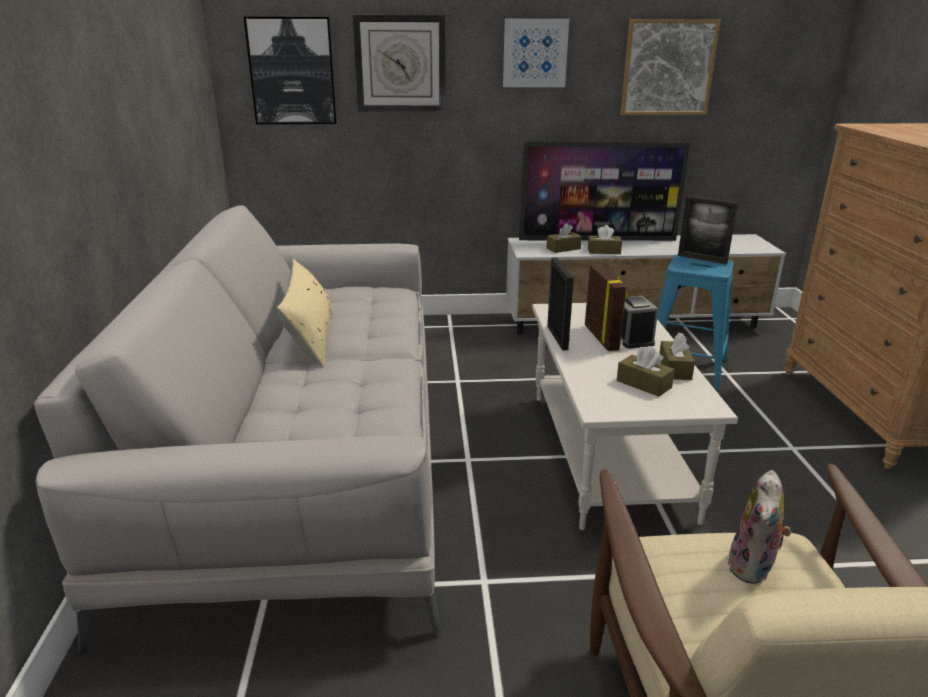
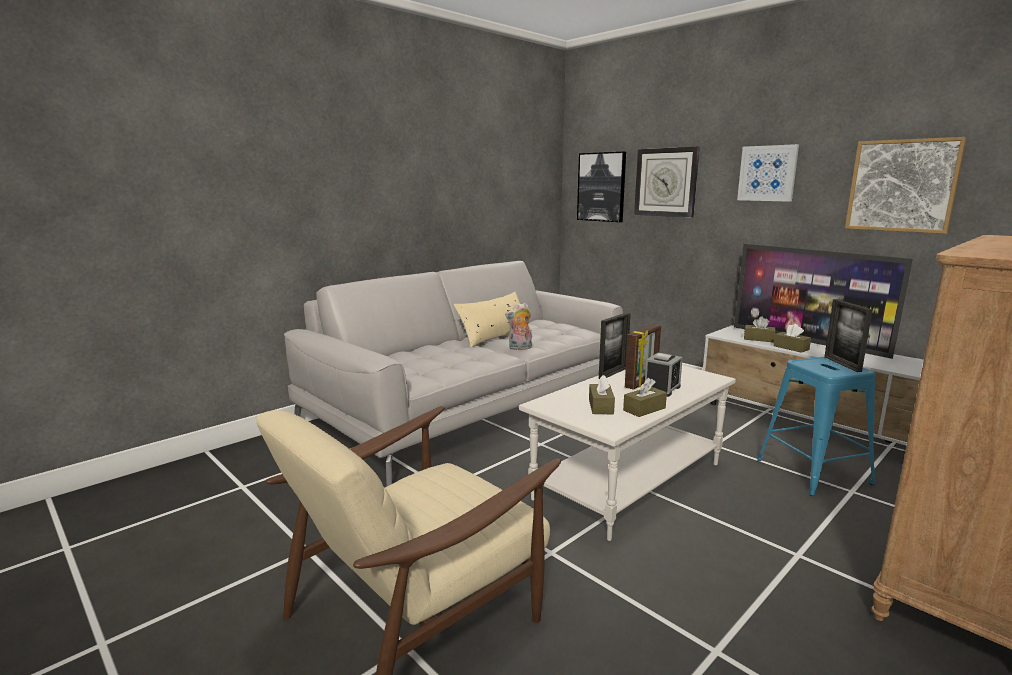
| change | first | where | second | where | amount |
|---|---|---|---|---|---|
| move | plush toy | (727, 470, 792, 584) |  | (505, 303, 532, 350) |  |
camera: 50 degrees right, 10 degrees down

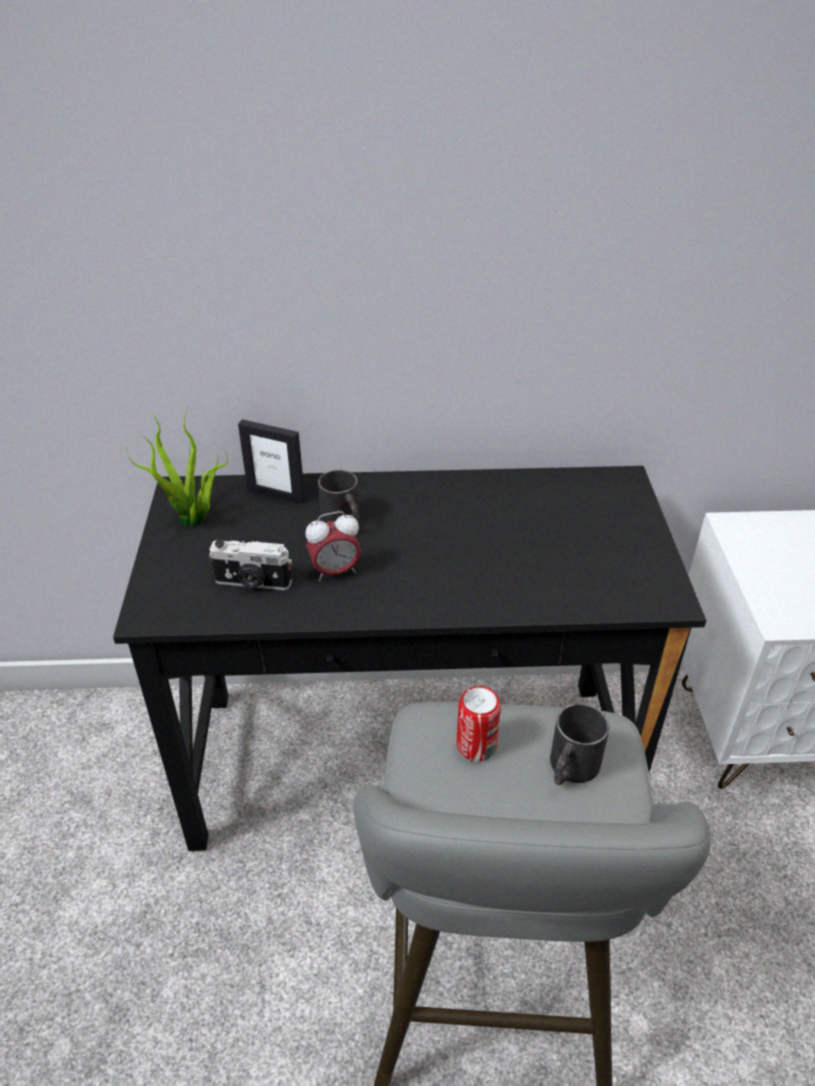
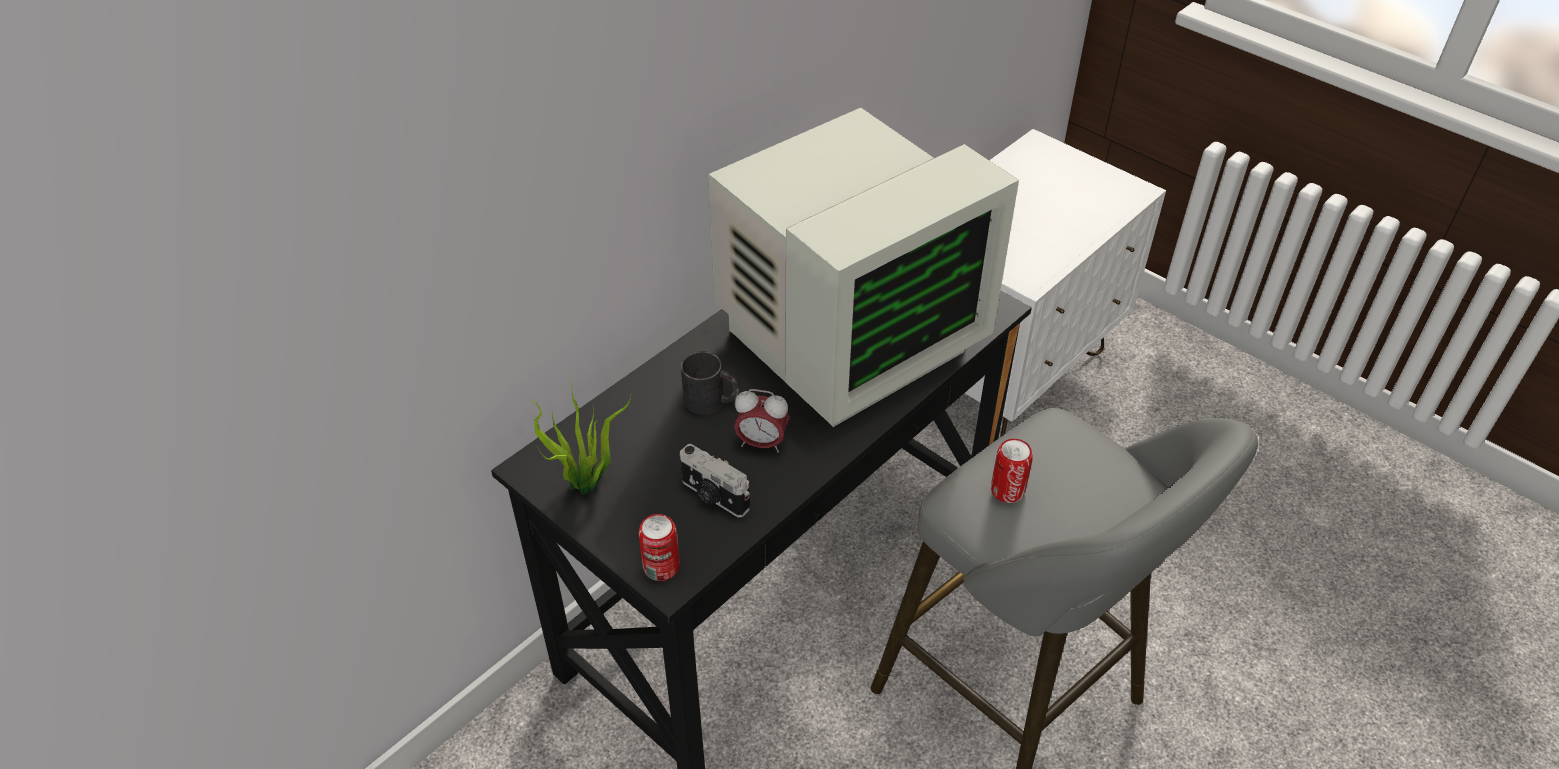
| change | first | where | second | where | amount |
|---|---|---|---|---|---|
| insert |  |  | metal can | (638, 514, 680, 581) |  |
| rotate | still camera | (209, 540, 292, 590) |  | (680, 444, 750, 517) | 75 degrees clockwise |
| insert |  |  | computer display | (708, 108, 1019, 427) |  |
| rotate | alarm clock | (305, 511, 361, 581) |  | (734, 389, 789, 453) | 75 degrees clockwise |
| delete | photo frame | (238, 419, 305, 504) |  |  |  |
| delete | blackish coffee mug | (550, 703, 609, 785) |  |  |  |
camera: 45 degrees left, 5 degrees up

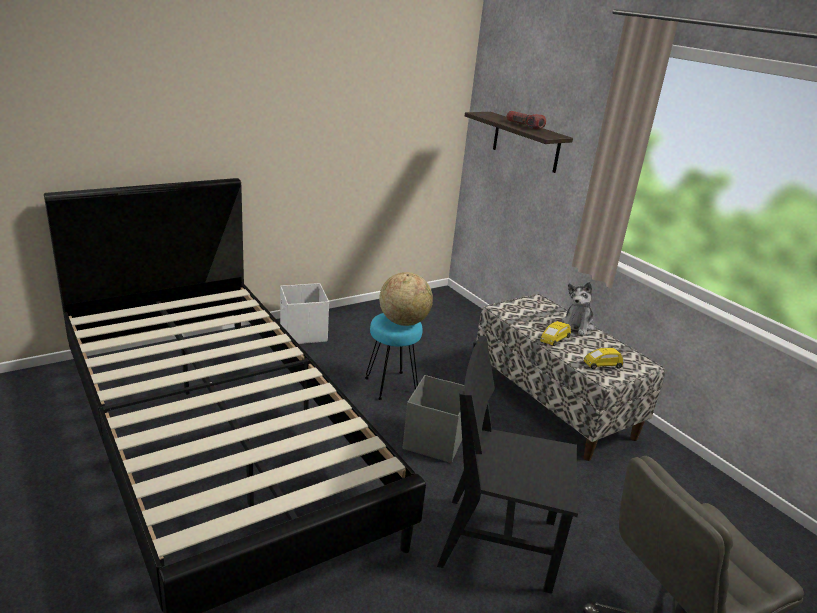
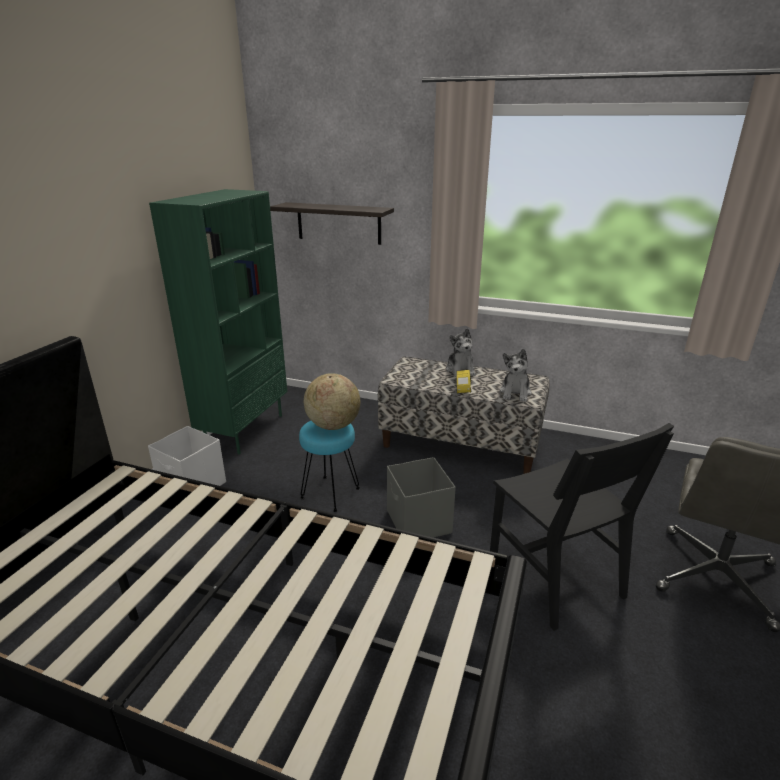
| change | first | where | second | where | amount |
|---|---|---|---|---|---|
| insert |  |  | greenish bookshelf | (149, 189, 287, 454) |  |
| rotate | blackish upright chair | (437, 336, 578, 594) |  | (490, 423, 674, 631) | 90 degrees counterclockwise |
| replace | yellow model car | (584, 348, 623, 369) | plush toy | (500, 349, 532, 402) |  |
| delete | torch | (506, 111, 546, 129) |  |  |  |
camera: 35 degrees left, 0 degrees up

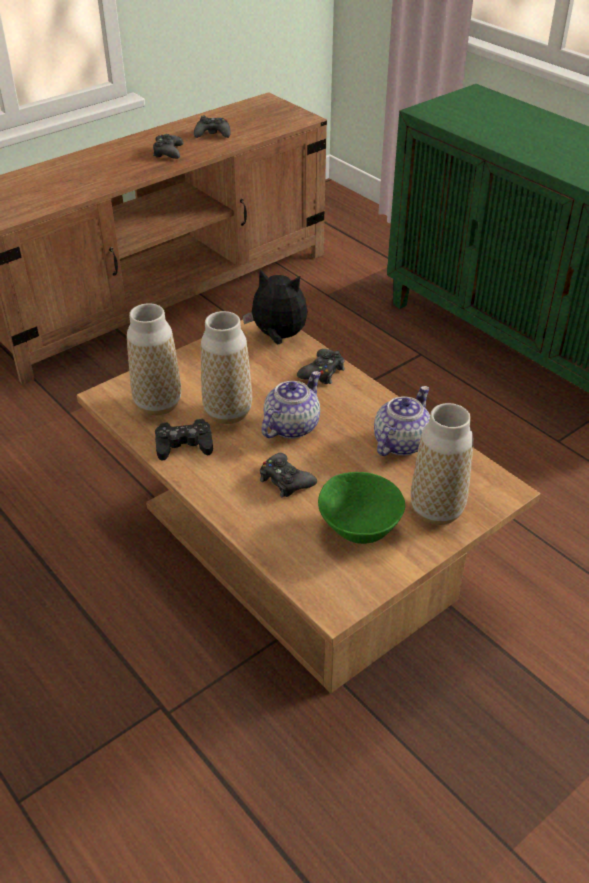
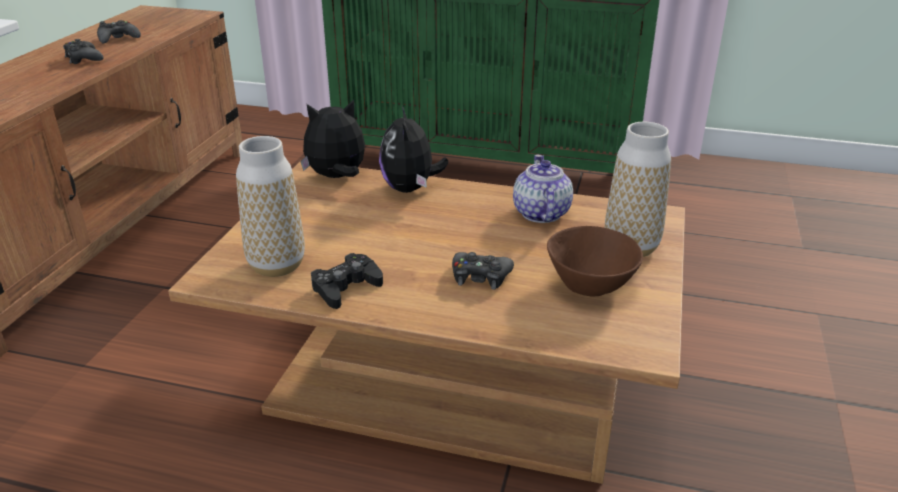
| change | first | where | second | where | amount |
|---|---|---|---|---|---|
| replace | blackish joypad | (297, 349, 345, 384) | plush toy | (379, 106, 448, 193) |  |
| recolor | greenish bowl | (318, 472, 405, 544) | brown bowl | (547, 226, 643, 297) |  |
| delete | vase | (201, 311, 252, 424) |  |  |  |
| delete | tea pot | (262, 371, 321, 439) |  |  |  |
camera: 35 degrees left, 10 degrees down

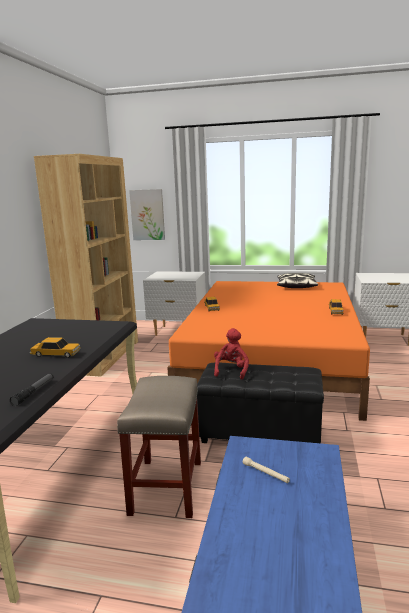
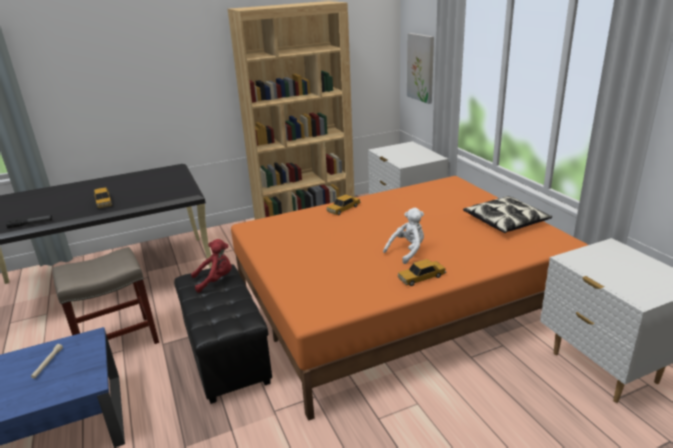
| change | first | where | second | where | amount |
|---|---|---|---|---|---|
| insert |  |  | white plush toy | (383, 208, 424, 264) |  |
camera: 55 degrees right, 10 degrees up

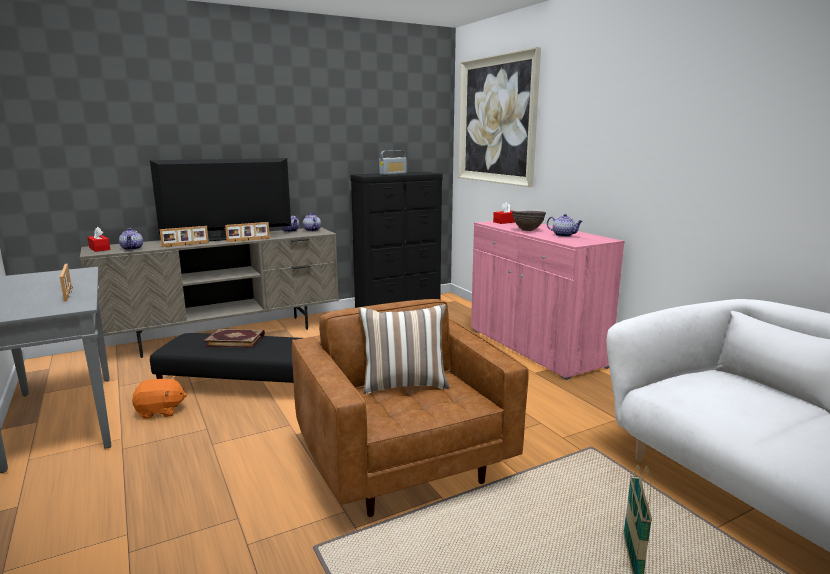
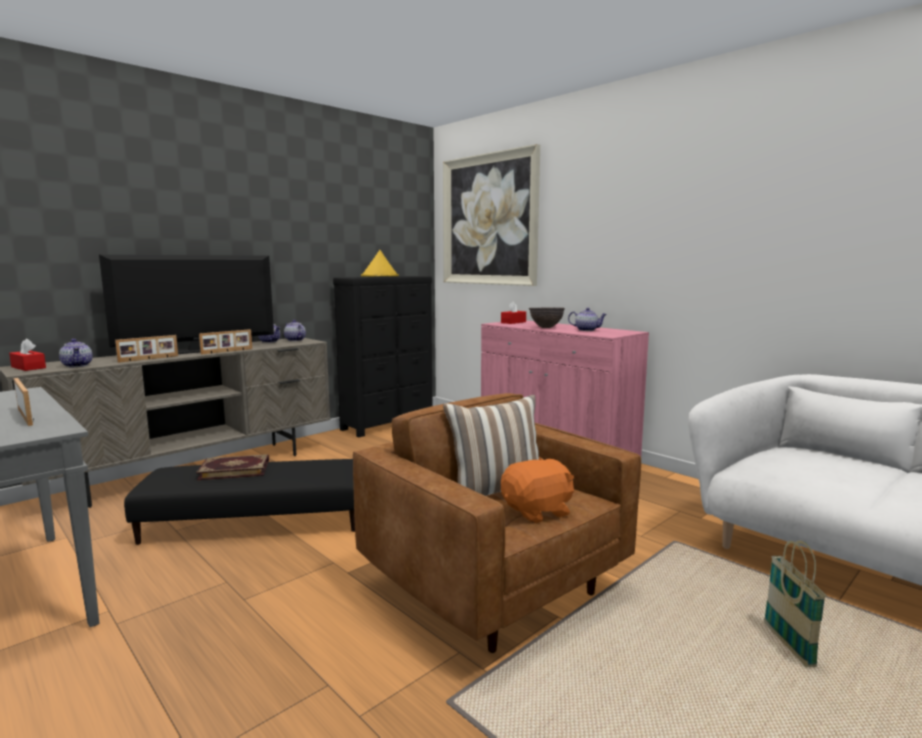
| change | first | where | second | where | amount |
|---|---|---|---|---|---|
| replace | radio | (379, 150, 407, 175) | yellow wearable hat | (361, 250, 399, 277) |  |
| move | orange plush toy | (132, 376, 187, 419) |  | (501, 457, 574, 523) |  |
camera: 15 degrees left, 5 degrees down

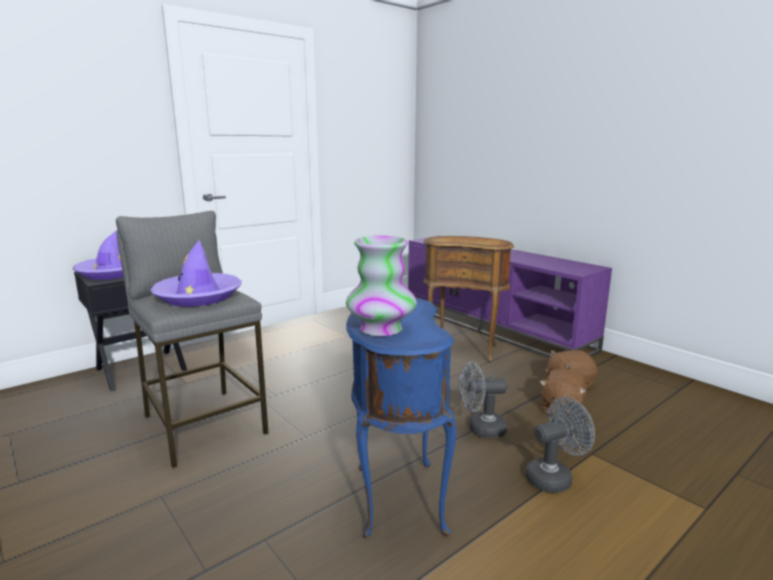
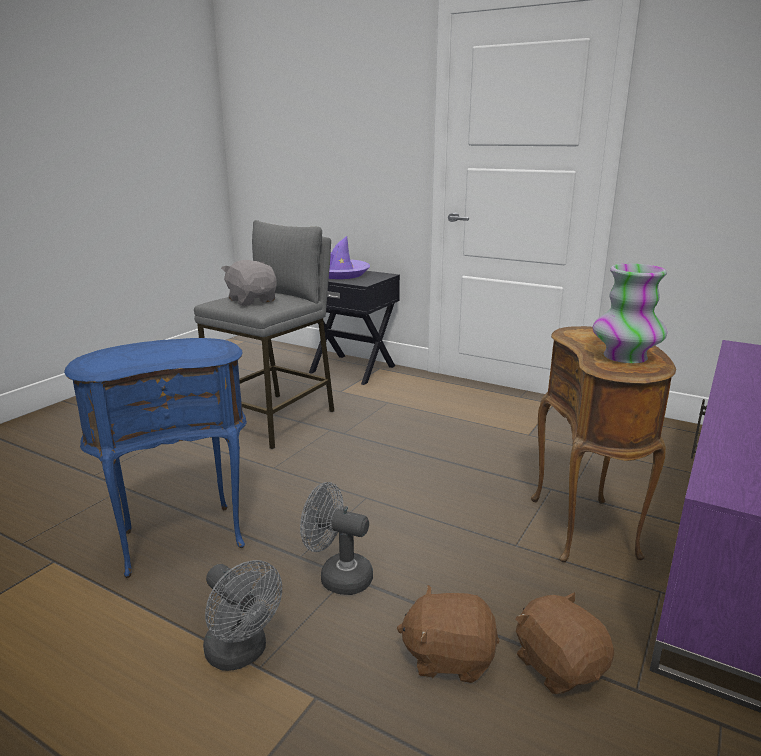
| change | first | where | second | where | amount |
|---|---|---|---|---|---|
| replace | purplish wearable hat | (150, 240, 242, 306) | grey plush toy | (221, 260, 277, 306) |  |
| rotate | grey fan | (459, 362, 508, 438) |  | (300, 482, 373, 595) | 45 degrees counterclockwise |
| move | vase | (346, 236, 417, 336) |  | (593, 264, 667, 363) |  |
camera: 70 degrees right, 5 degrees up

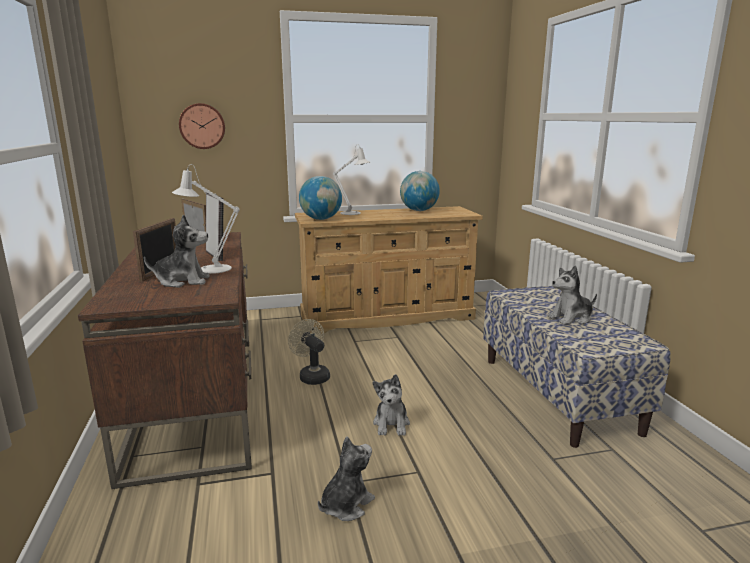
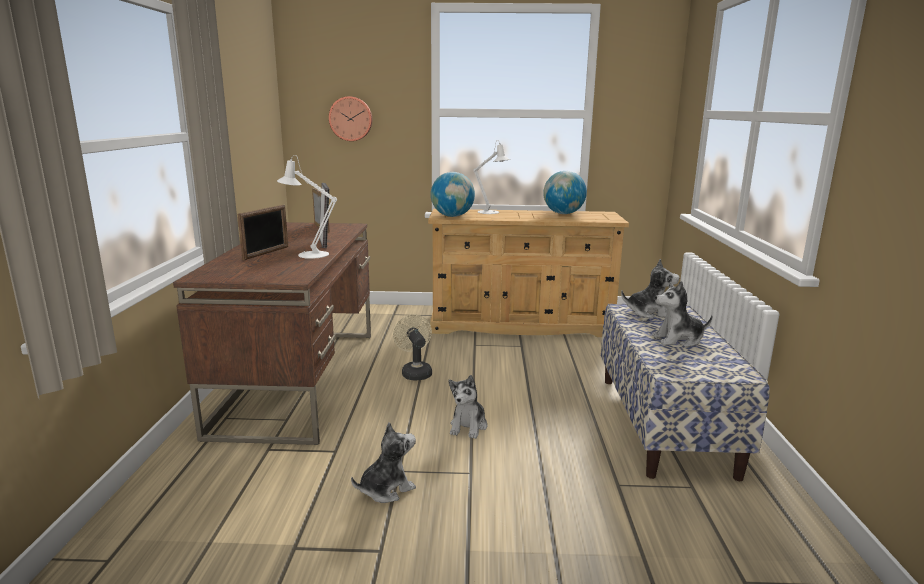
| change | first | where | second | where | amount |
|---|---|---|---|---|---|
| move | plush toy | (144, 215, 210, 288) |  | (621, 259, 680, 319) |  |
camera: 15 degrees right, 0 degrees up

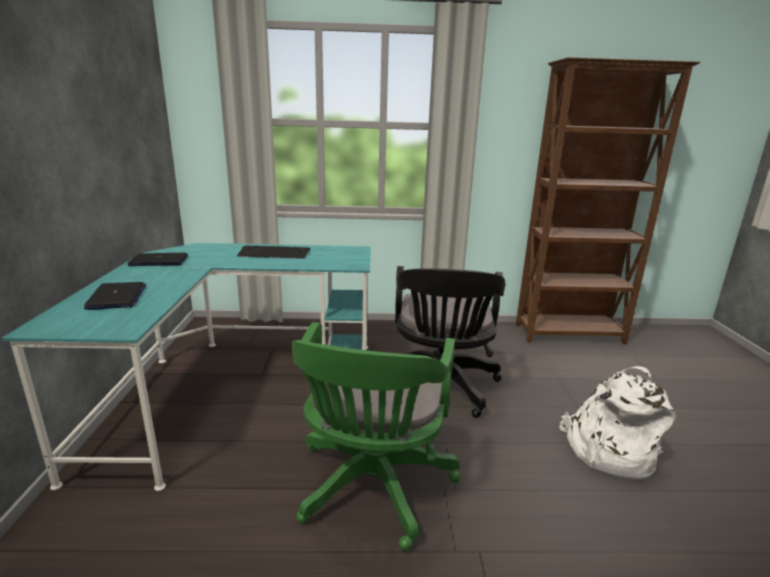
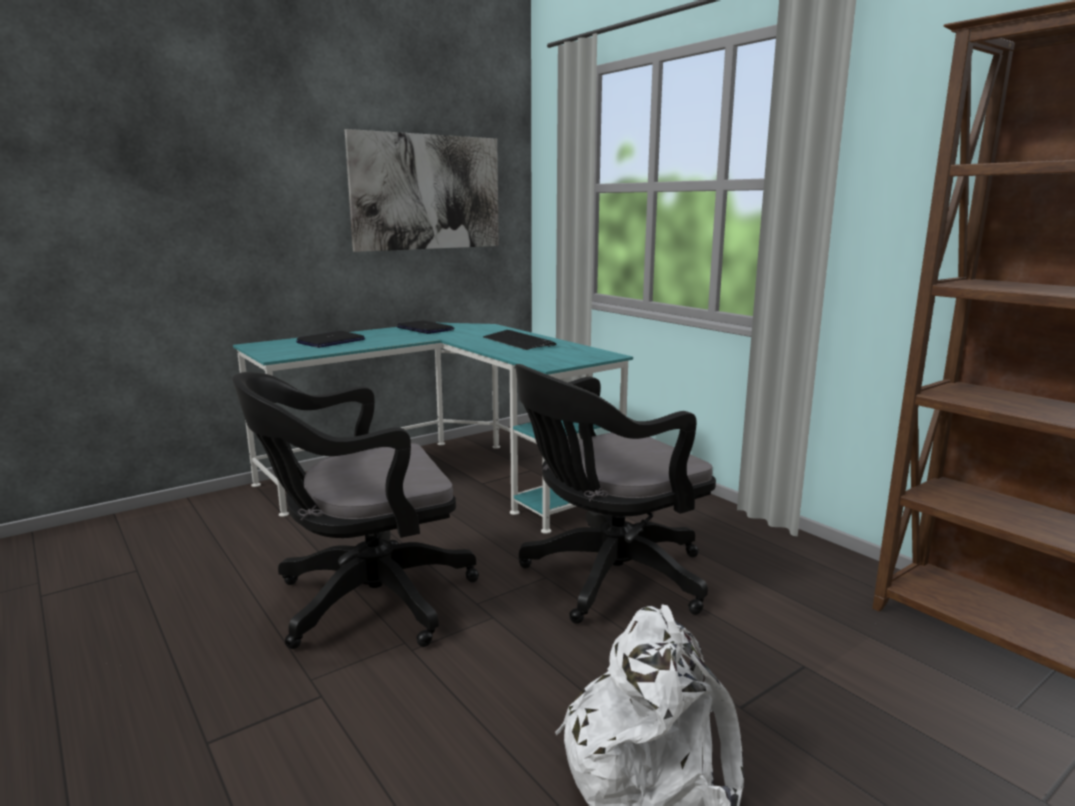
| change | first | where | second | where | amount |
|---|---|---|---|---|---|
| recolor | greenish desk chair | (291, 322, 460, 551) | blackish desk chair | (232, 372, 479, 649) |  |
| insert |  |  | wall picture | (345, 129, 499, 252) |  |
camera: 55 degrees right, 5 degrees down

